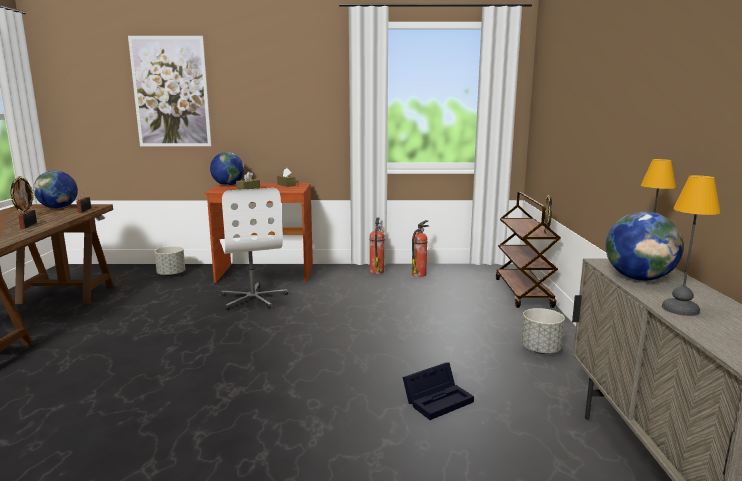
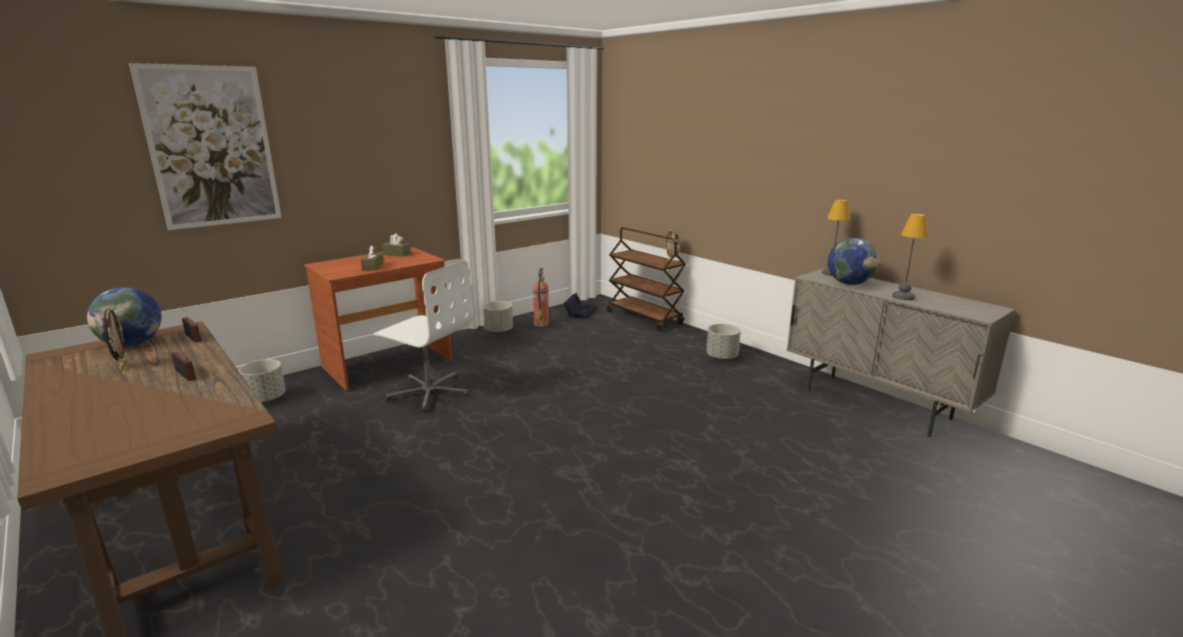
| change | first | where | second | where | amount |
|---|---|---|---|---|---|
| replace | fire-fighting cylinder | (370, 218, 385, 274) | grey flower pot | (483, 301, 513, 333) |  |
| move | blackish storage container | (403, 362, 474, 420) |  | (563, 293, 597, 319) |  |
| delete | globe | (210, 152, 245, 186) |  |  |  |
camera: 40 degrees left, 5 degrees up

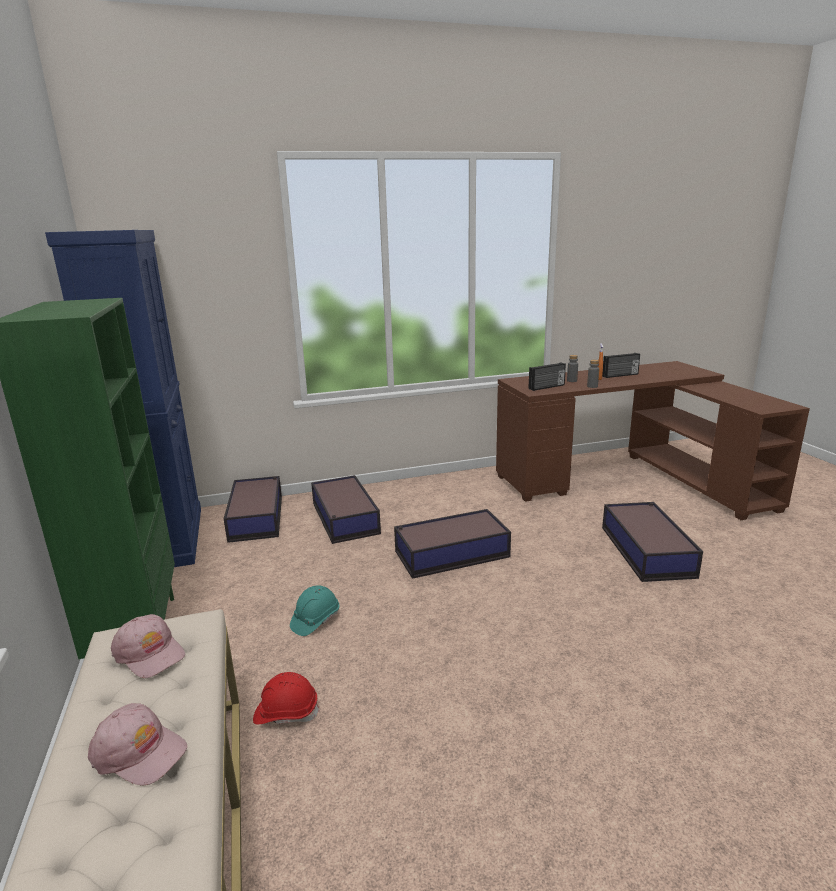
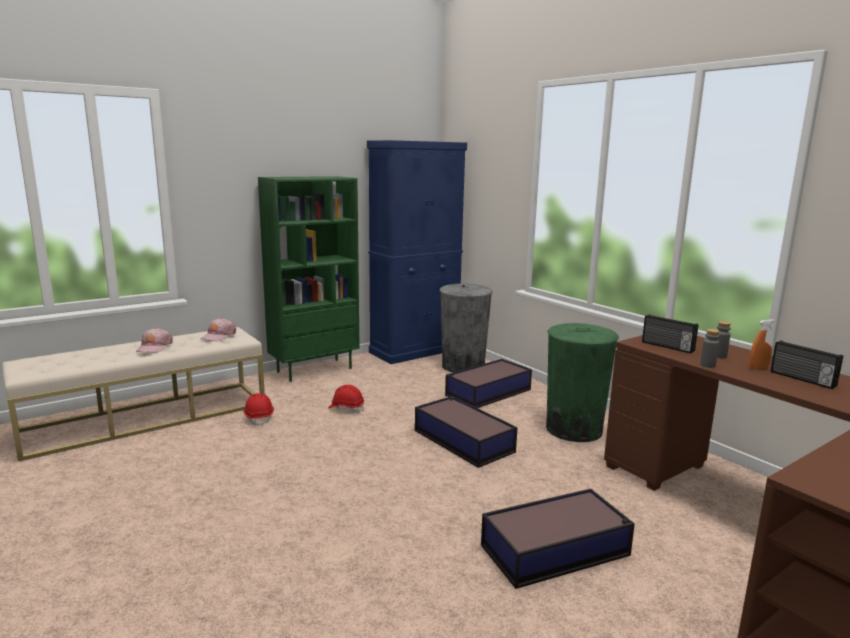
| change | first | where | second | where | amount |
|---|---|---|---|---|---|
| recolor | blue-green work helmet | (290, 585, 340, 636) | red-coloured work helmet | (328, 385, 364, 413) |  |
| replace | storage container | (224, 476, 282, 543) | grey rubbish bin | (440, 284, 493, 372) |  |
| insert |  |  | greenish rubbish bin | (546, 323, 619, 442) |  |
camera: 70 degrees right, 5 degrees down

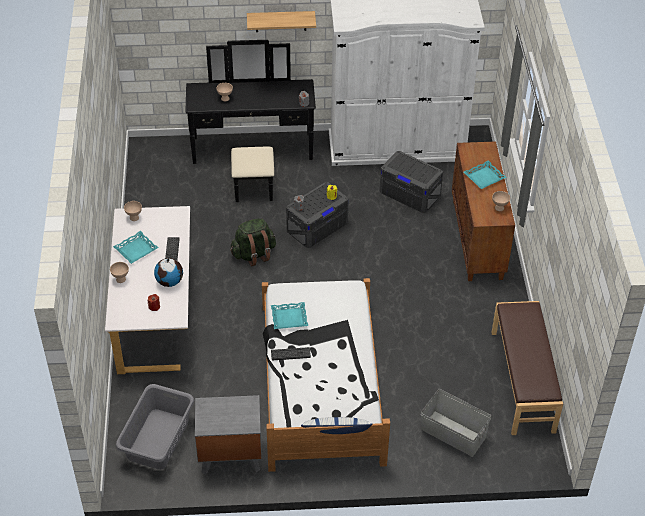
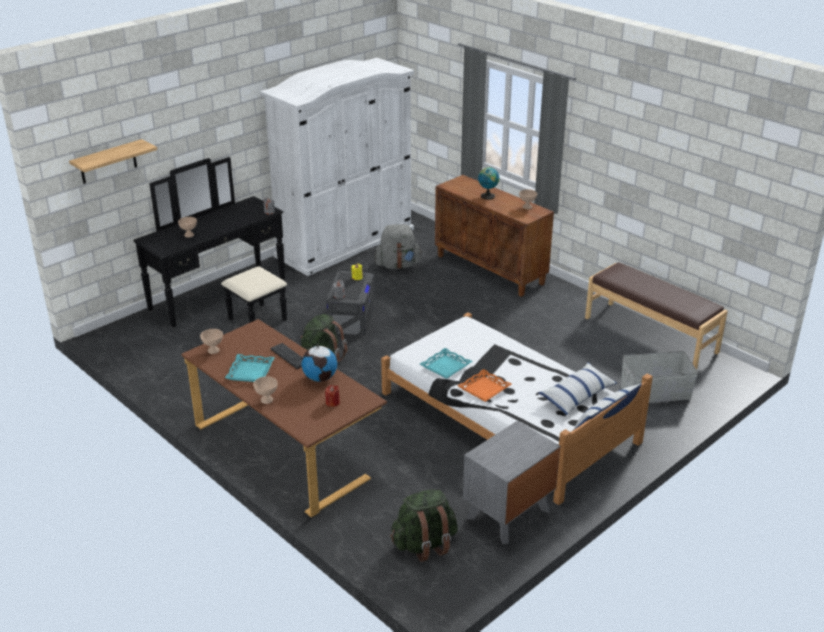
| change | first | where | second | where | amount |
|---|---|---|---|---|---|
| move | wall shelf | (247, 11, 316, 32) |  | (69, 139, 157, 184) |  |
| recolor | white desk table | (105, 206, 190, 374) | brown desk table | (181, 319, 387, 518) |  |
| replace | grey storage container | (380, 151, 443, 213) | grey backpack | (375, 224, 422, 269) |  |
| replace | grey laundry basket | (116, 384, 194, 470) | greenish backpack | (390, 489, 458, 562) |  |
| replace | PC keyboard | (271, 347, 311, 361) | orange carrying tray | (457, 369, 512, 402) |  |
| replace | blue-green carrying tray | (464, 160, 507, 189) | globe | (478, 167, 500, 199) |  |
| insert |  |  | cushion | (539, 362, 617, 415) |  |
camera: 40 degrees left, 15 degrees down

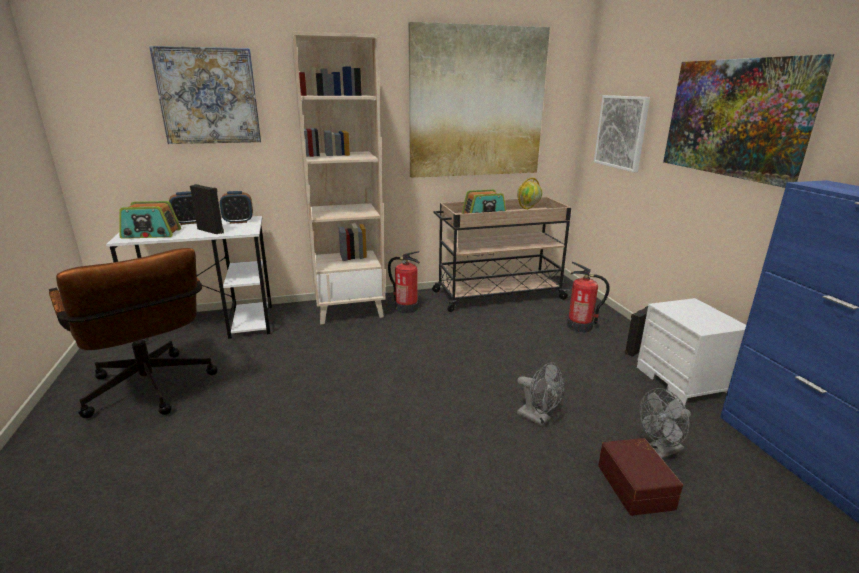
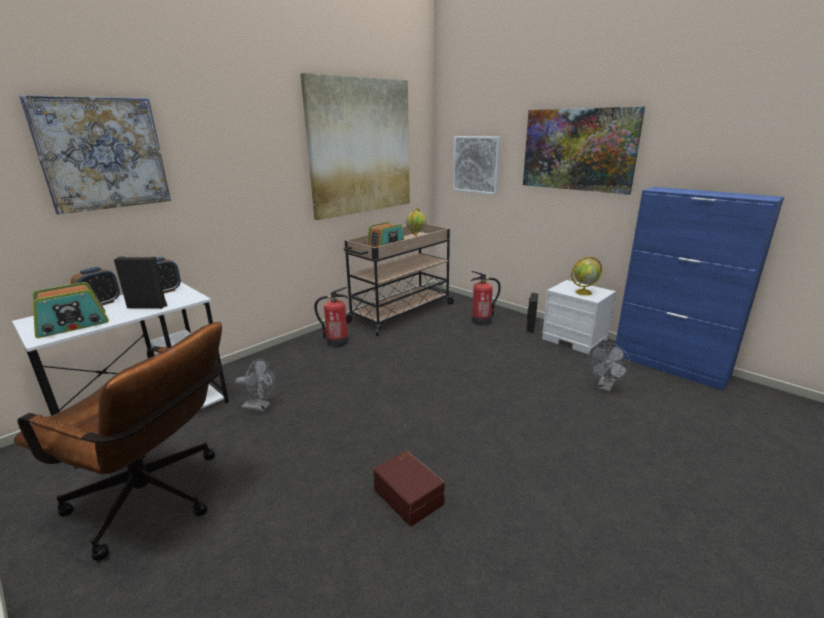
| change | first | where | second | where | amount |
|---|---|---|---|---|---|
| move | grey fan | (517, 362, 564, 427) |  | (235, 359, 275, 412) |  |
| move | brown storage container | (598, 438, 683, 516) |  | (373, 450, 445, 527) |  |
| insert |  |  | globe | (571, 257, 602, 295) |  |
| delete | beige bookshelf | (292, 32, 385, 324) |  |  |  |
camera: 30 degrees left, 0 degrees up

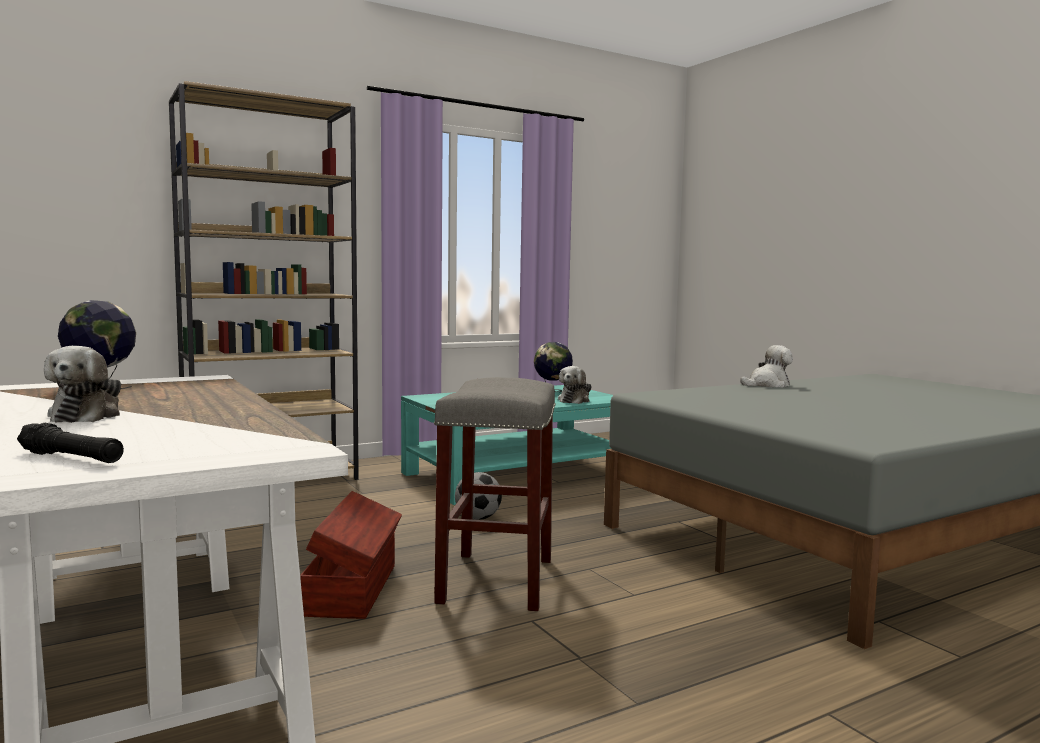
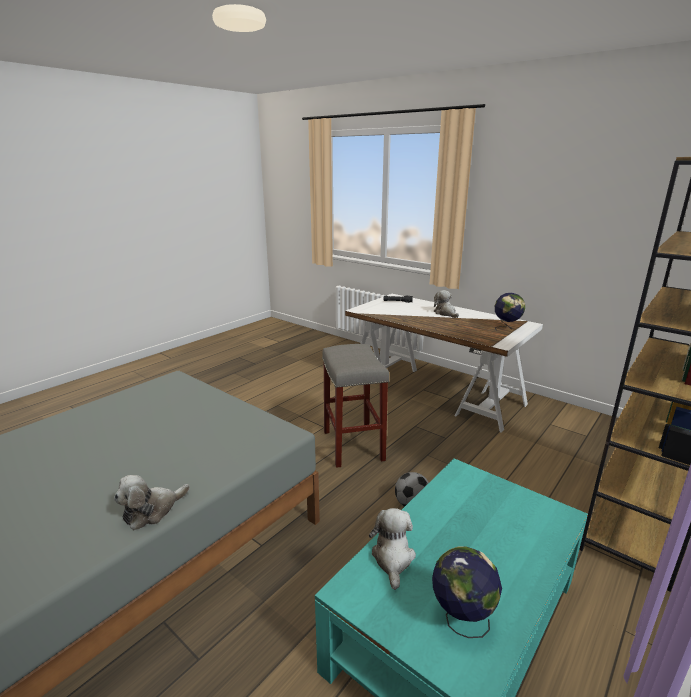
| change | first | where | second | where | amount |
|---|---|---|---|---|---|
| delete | brown storage container | (300, 491, 402, 619) |  |  |  |
camera: 160 degrees right, 15 degrees up

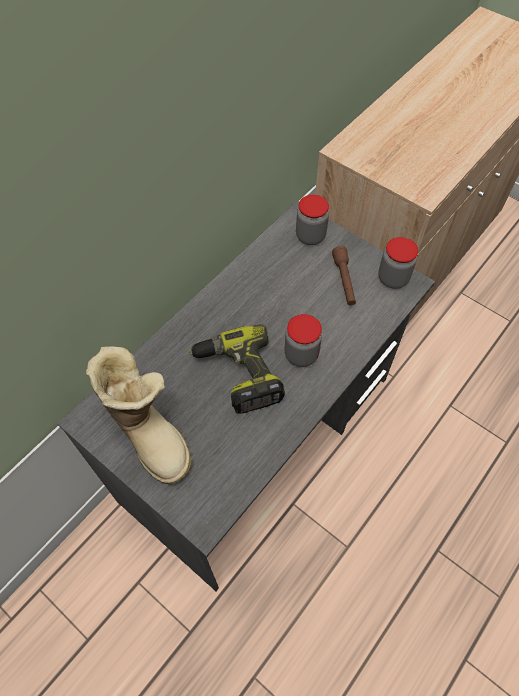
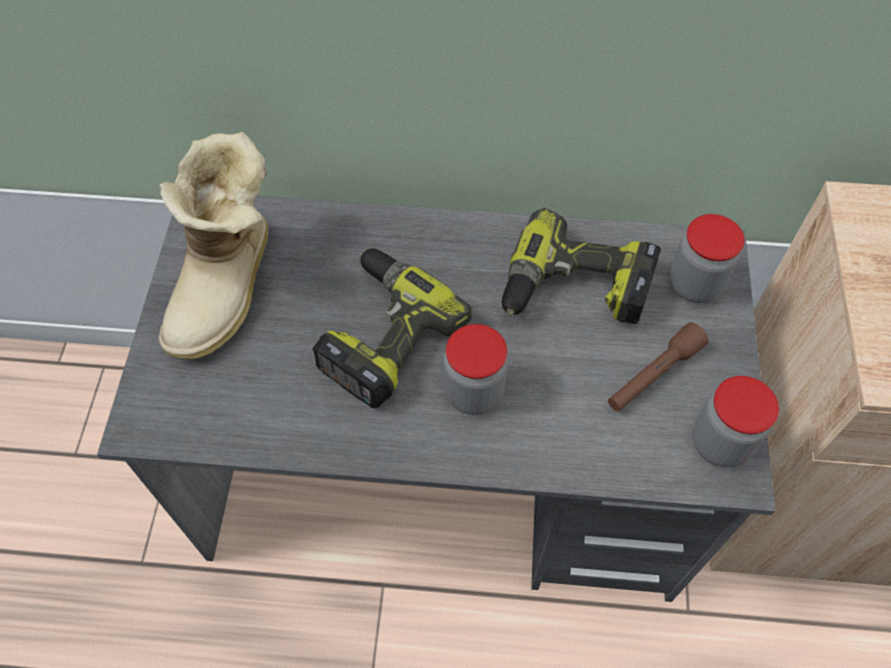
| change | first | where | second | where | amount |
|---|---|---|---|---|---|
| insert |  |  | power drill | (501, 208, 661, 324) |  |
camera: 55 degrees right, 0 degrees up

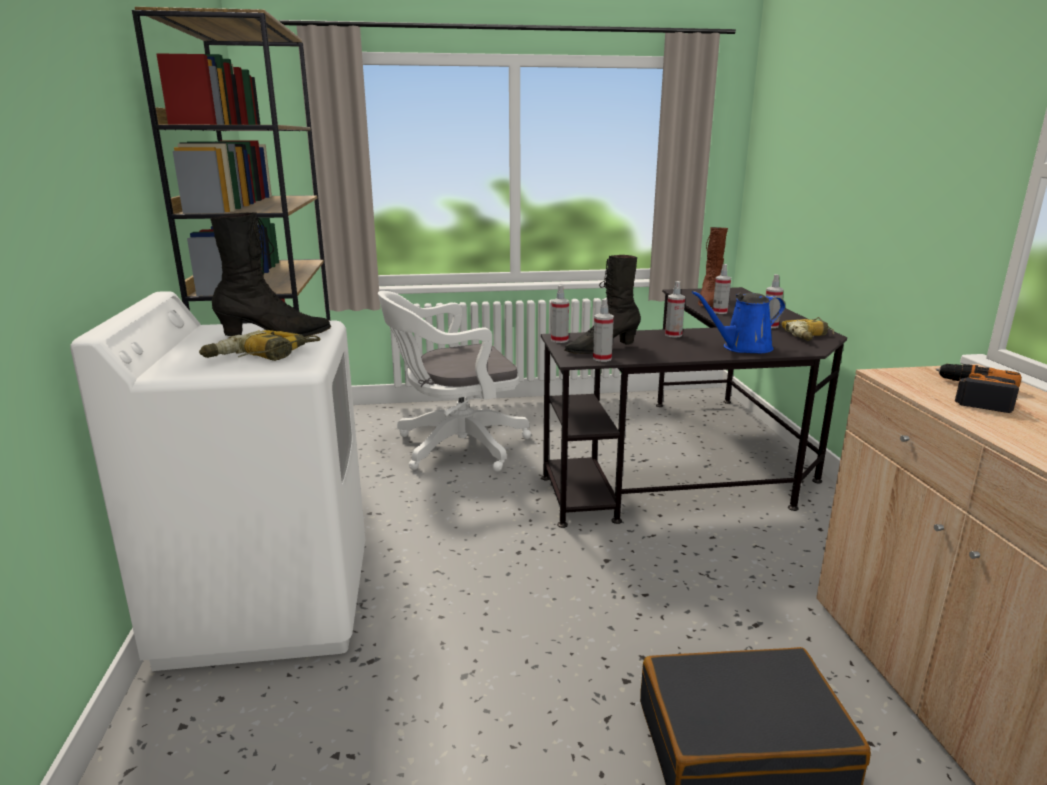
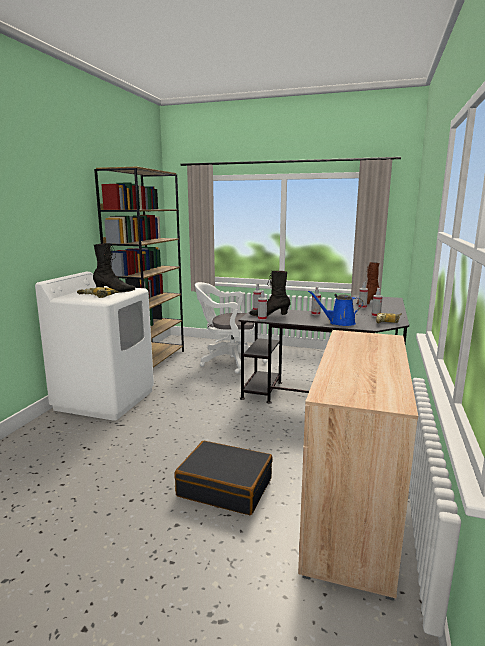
| change | first | where | second | where | amount |
|---|---|---|---|---|---|
| delete | power drill | (936, 364, 1022, 413) |  |  |  |
camera: 25 degrees right, 5 degrees down

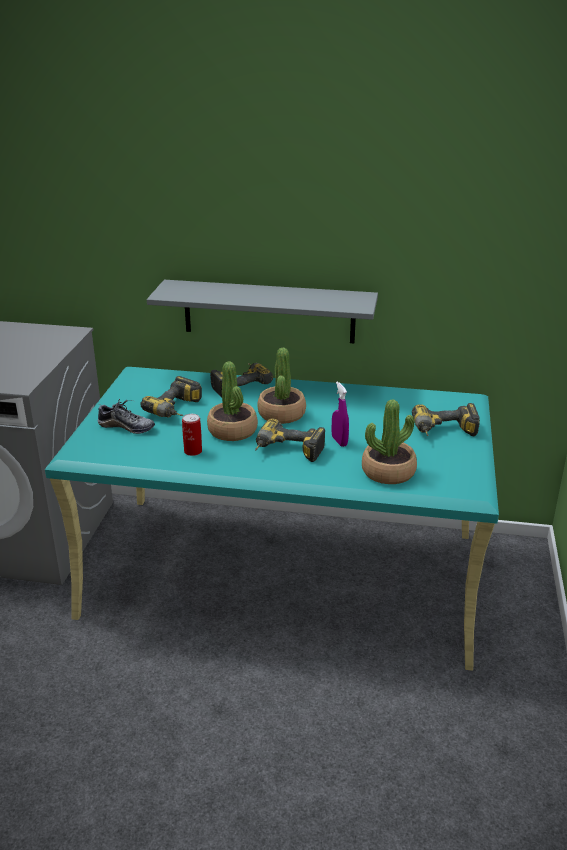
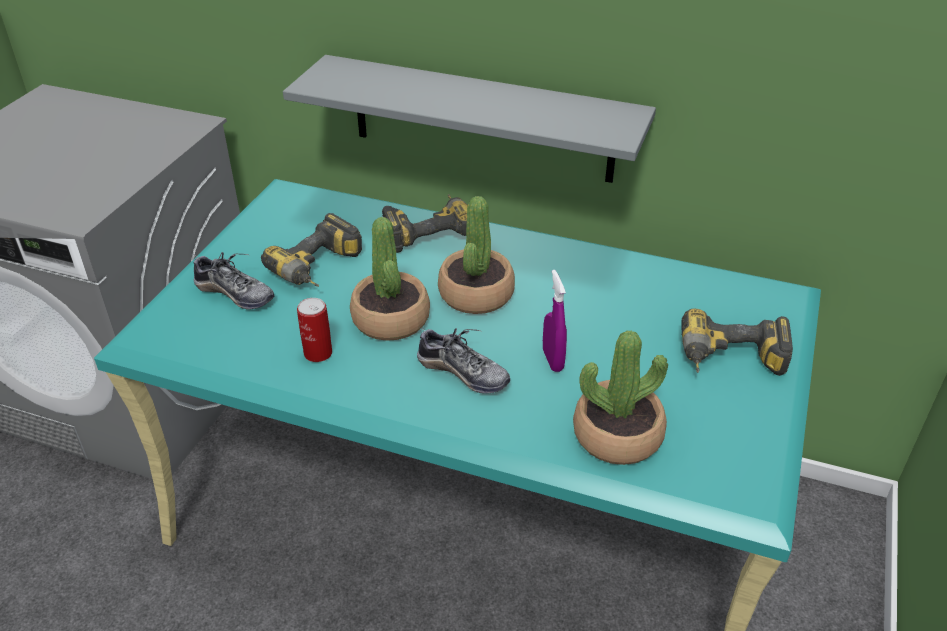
| change | first | where | second | where | amount |
|---|---|---|---|---|---|
| replace | power drill | (255, 419, 325, 462) | item of footwear | (417, 328, 510, 394) |  |
camera: 10 degrees right, 10 degrees up

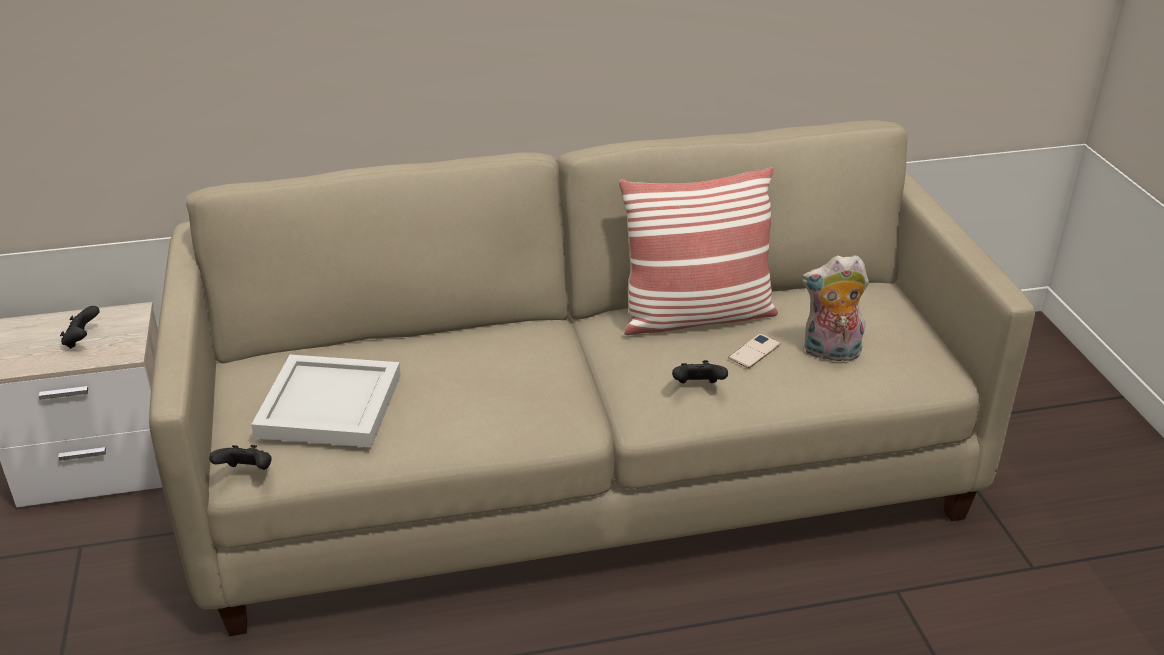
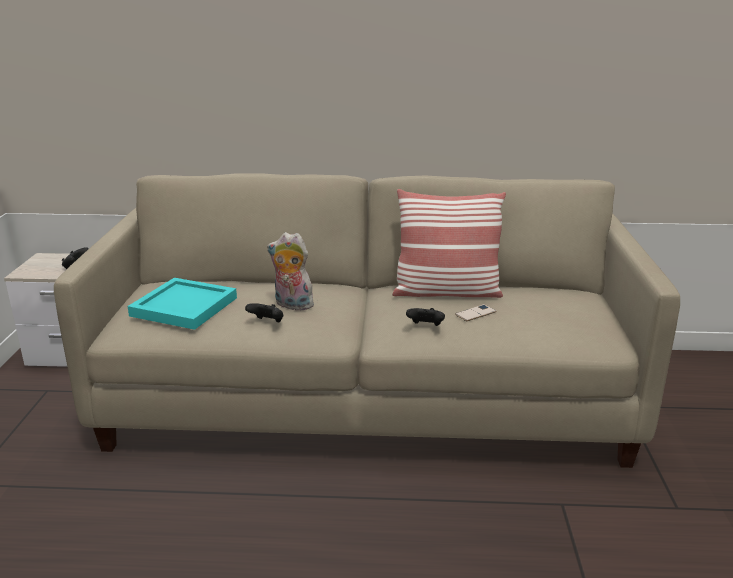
| change | first | where | second | where | amount |
|---|---|---|---|---|---|
| recolor | white carrying tray | (251, 355, 401, 447) | blue-green carrying tray | (128, 278, 237, 330) |  |
| move | blackish joypad | (209, 445, 272, 470) |  | (245, 303, 283, 322) |  |
| move | plush toy | (802, 255, 869, 365) |  | (267, 232, 317, 310) |  |
camera: 15 degrees right, 10 degrees down

